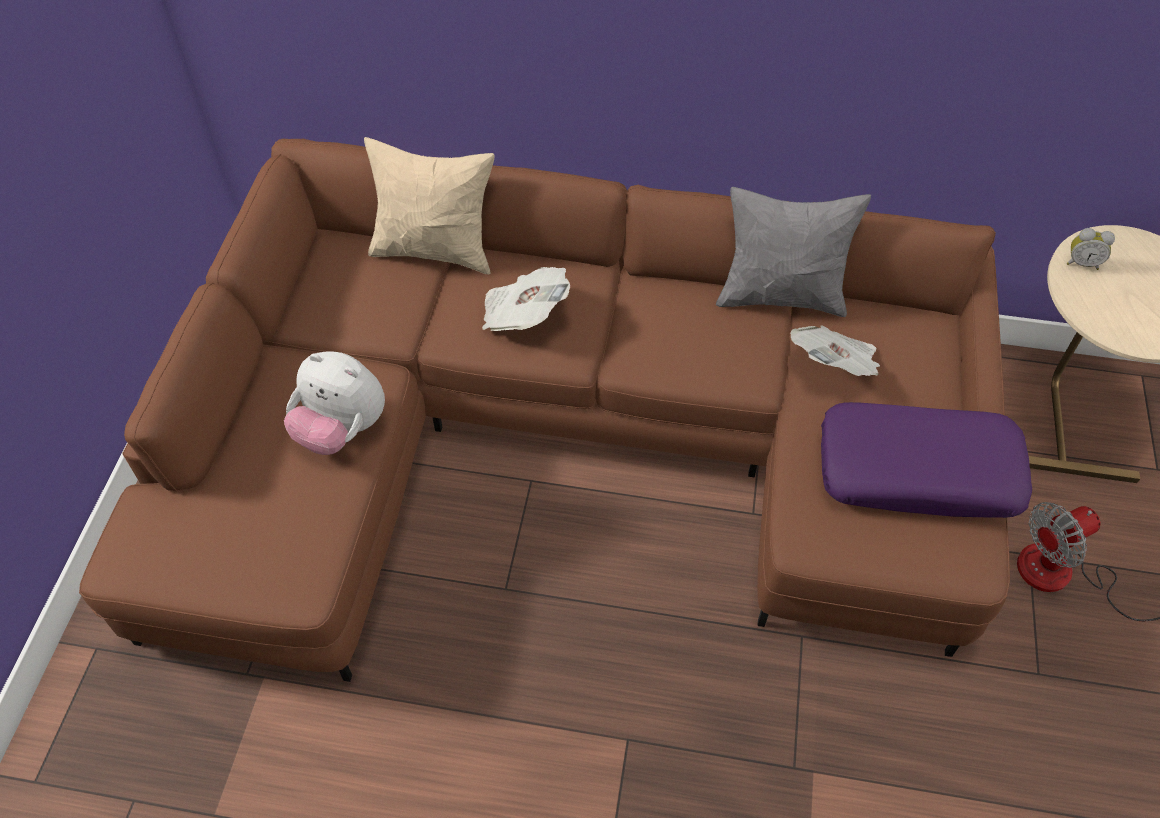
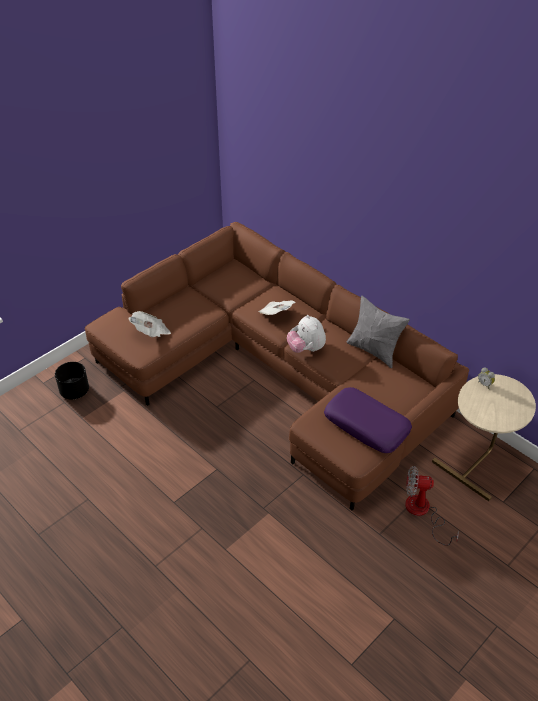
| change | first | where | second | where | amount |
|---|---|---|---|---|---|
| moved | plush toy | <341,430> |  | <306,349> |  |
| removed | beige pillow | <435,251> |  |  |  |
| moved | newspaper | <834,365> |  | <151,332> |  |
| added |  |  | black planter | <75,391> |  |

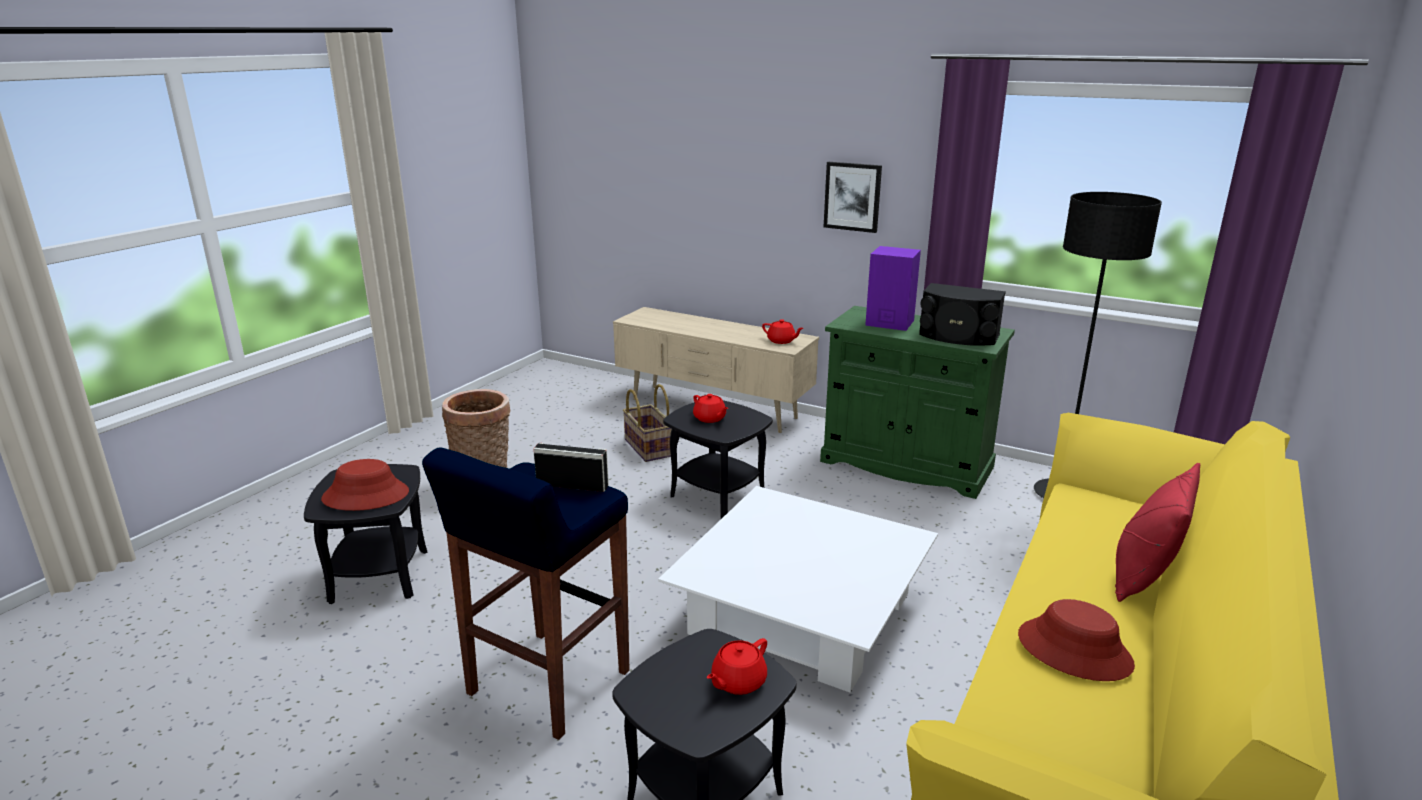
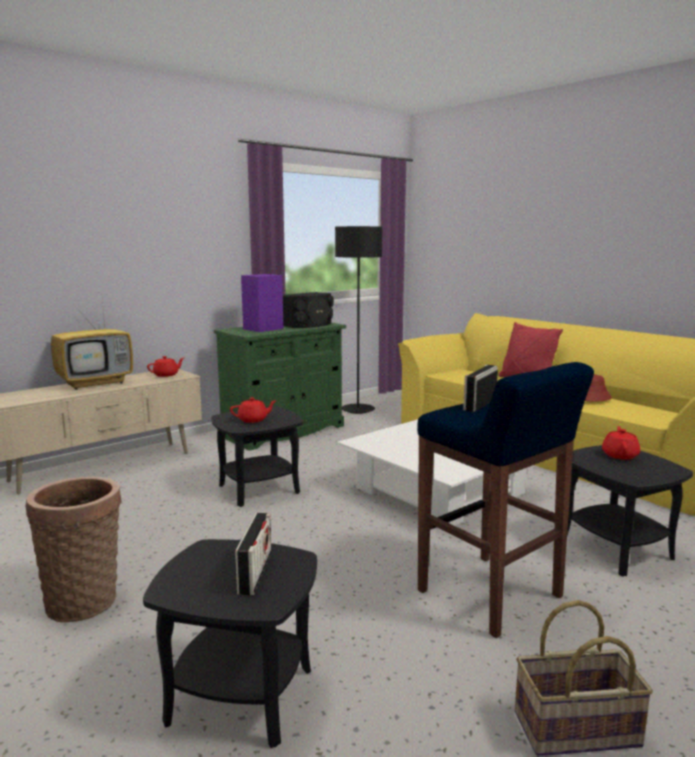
| change | first | where | second | where | amount |
|---|---|---|---|---|---|
| replaced | red hat | <366,495> | radio | <255,572> |  |
| moved | basket | <647,448> |  | <576,730> |  |
| turned | red teapot | <737,682> |  | <620,455> | 135 degrees counterclockwise |
| removed | picture | <852,196> |  |  |  |
| added |  |  | television | <96,383> |  |

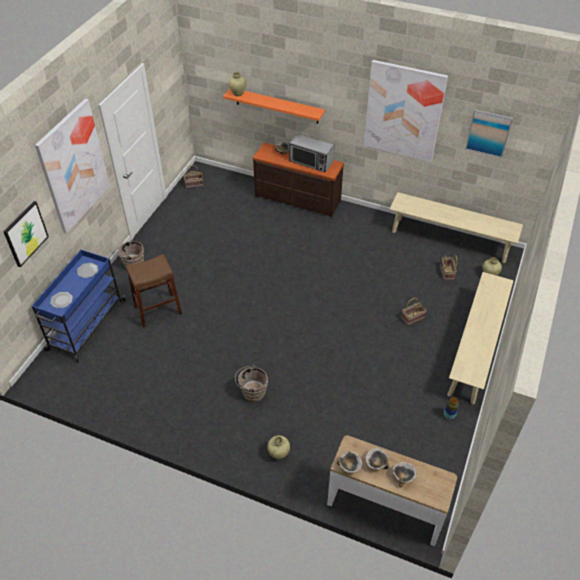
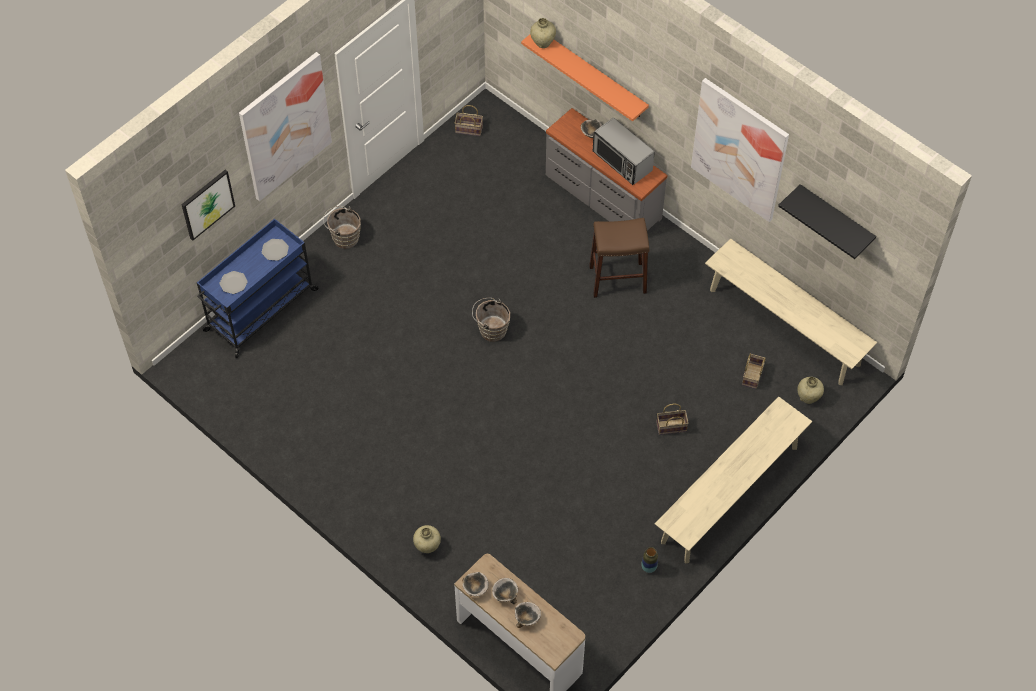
| change | first | where | second | where | amount |
|---|---|---|---|---|---|
| moved | brown stool | <157,310> |  | <617,279> |  |
| moved | brown bucket | <252,392> |  | <491,329> |  |
| recoloured | brown dresser | <297,199> | grey dresser | <602,197> |  |
| replaced | picture | <488,133> | black shelf | <835,218> |  |

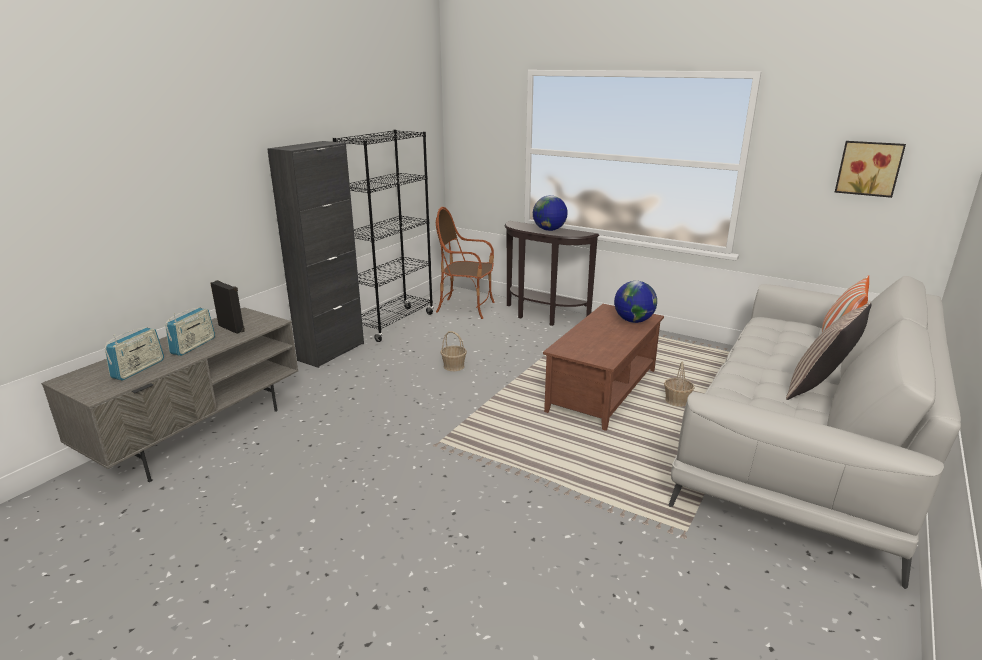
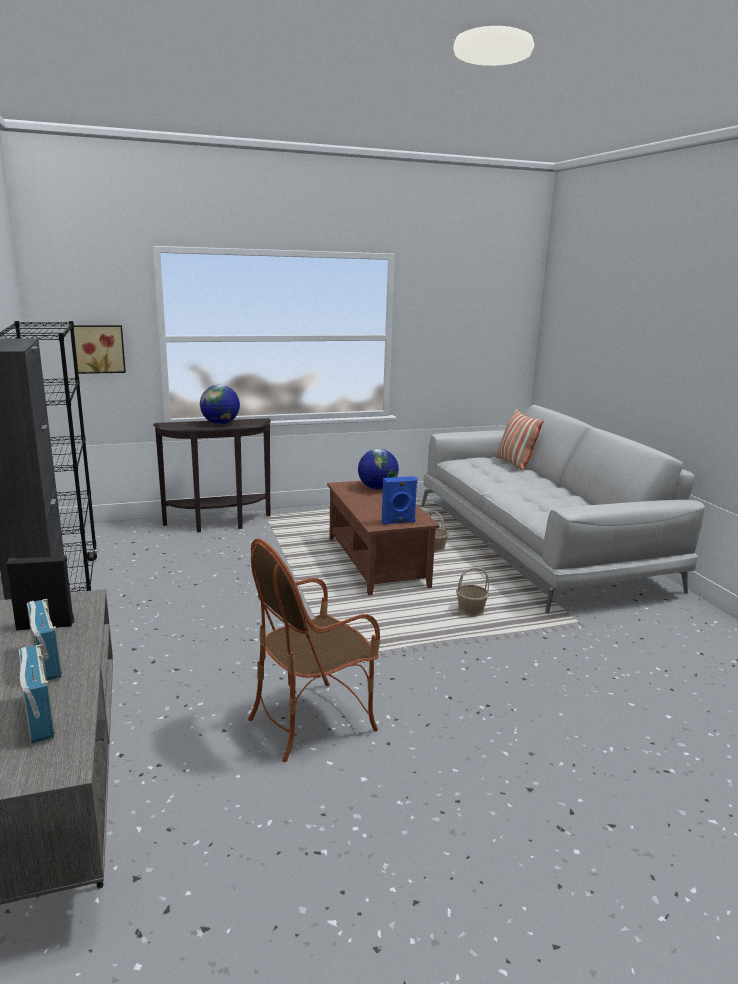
| change | first | where | second | where | amount |
|---|---|---|---|---|---|
| moved | armchair | <466,308> |  | <312,721> |  |
| moved | basket | <454,366> |  | <470,610> |  |
| removed | pillow | <819,388> |  |  |  |
| moved | picture | <869,168> |  | <99,349> |  |
| added |  |  | blue speaker | <398,522> |  |

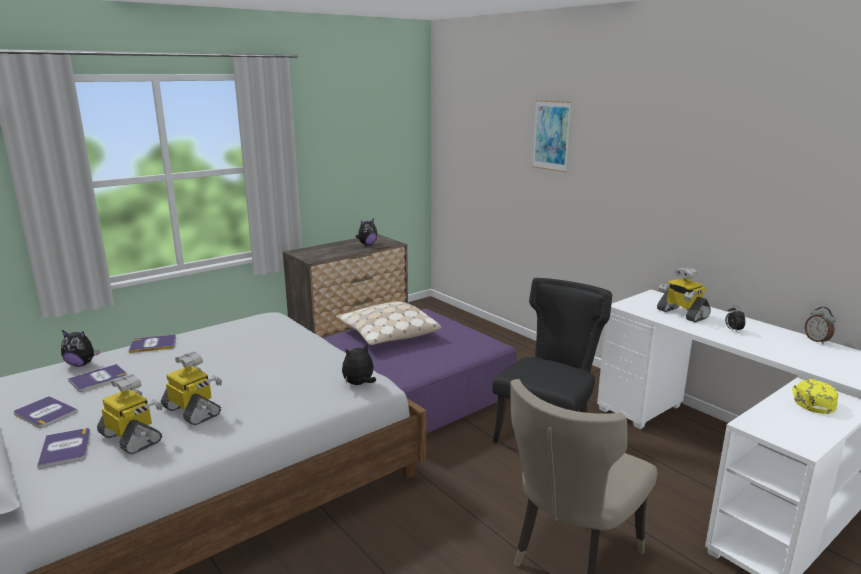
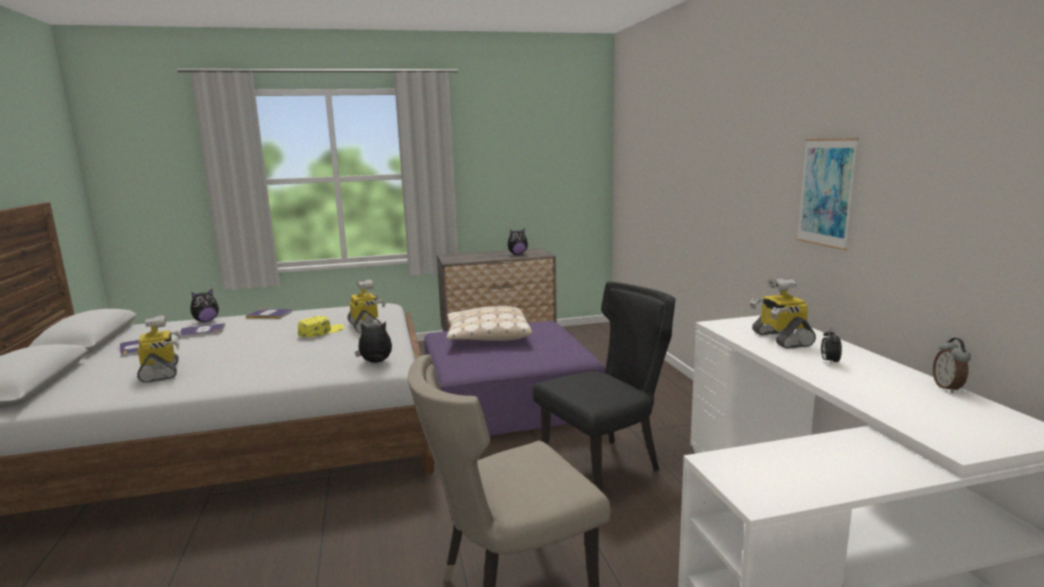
| change | first | where | second | where | amount |
|---|---|---|---|---|---|
| removed | book | <65,448> |  |  |  |
| turned | plush toy | <81,364> |  | <206,321> | 75 degrees counterclockwise |
| moved | toy robot | <193,411> |  | <366,326> |  |
| moved | picture | <551,135> |  | <826,192> |  |
| moved | yellow cap | <812,400> |  | <321,331> |  |

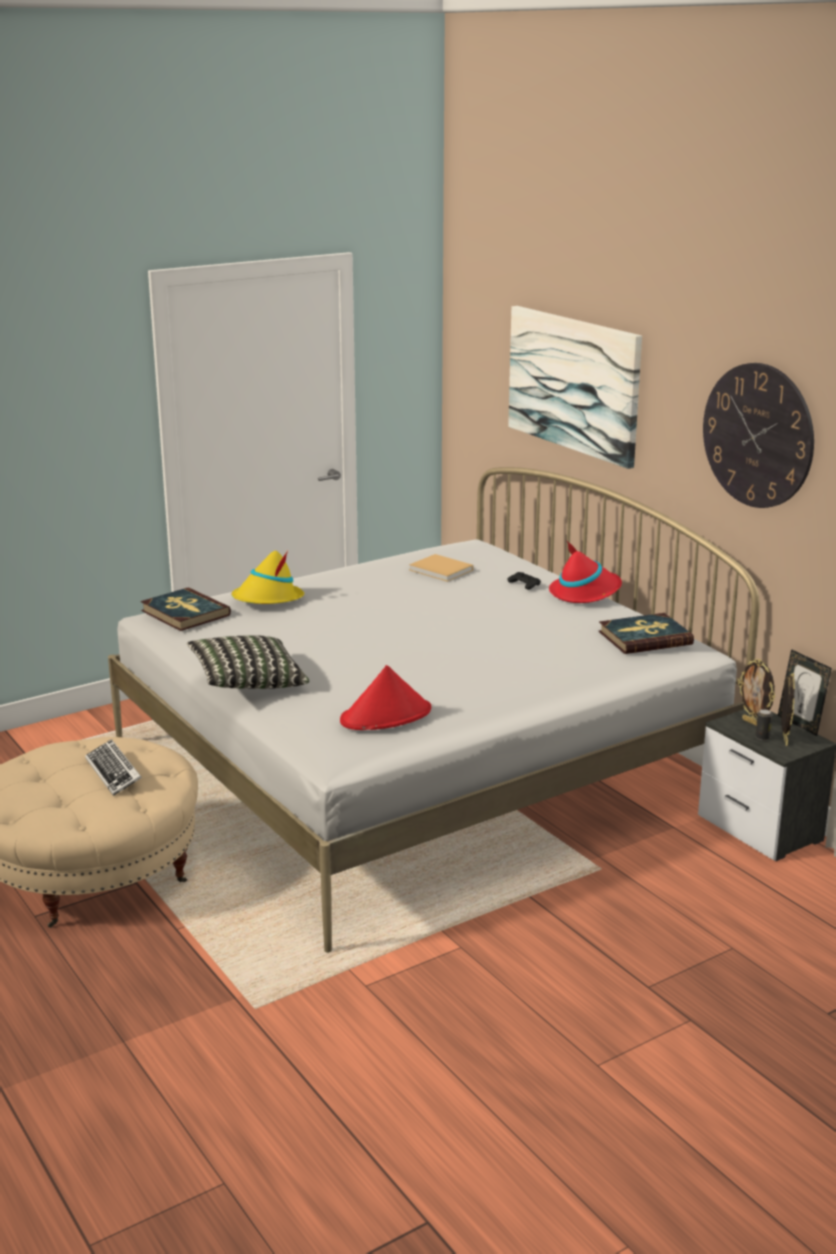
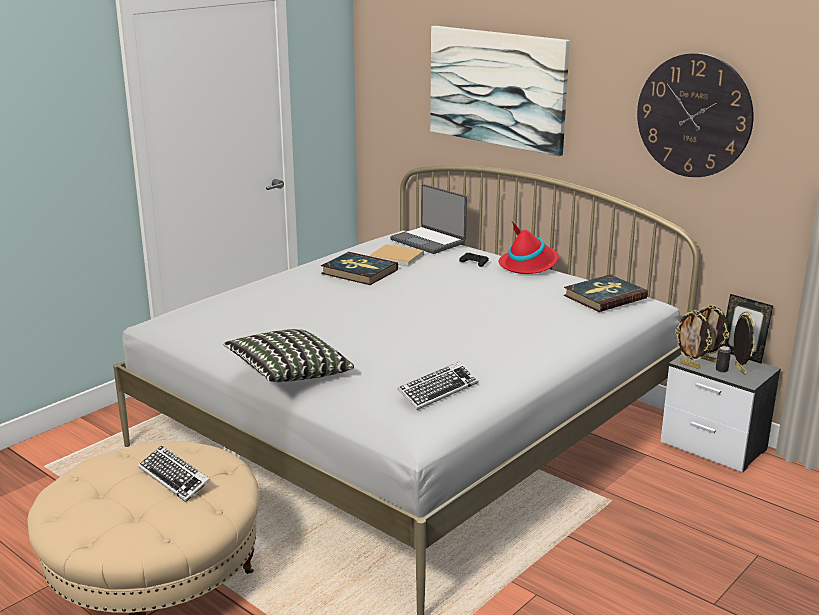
| change | first | where | second | where | amount |
|---|---|---|---|---|---|
| moved | book | <185,613> |  | <359,272> |  |
| removed | yellow hat | <267,599> |  |  |  |
| replaced | red hat | <386,716> | keyboard | <438,390> |  |
| added |  |  | laptop | <429,241> |  |
| added |  |  | picture frame | <690,365> |  |

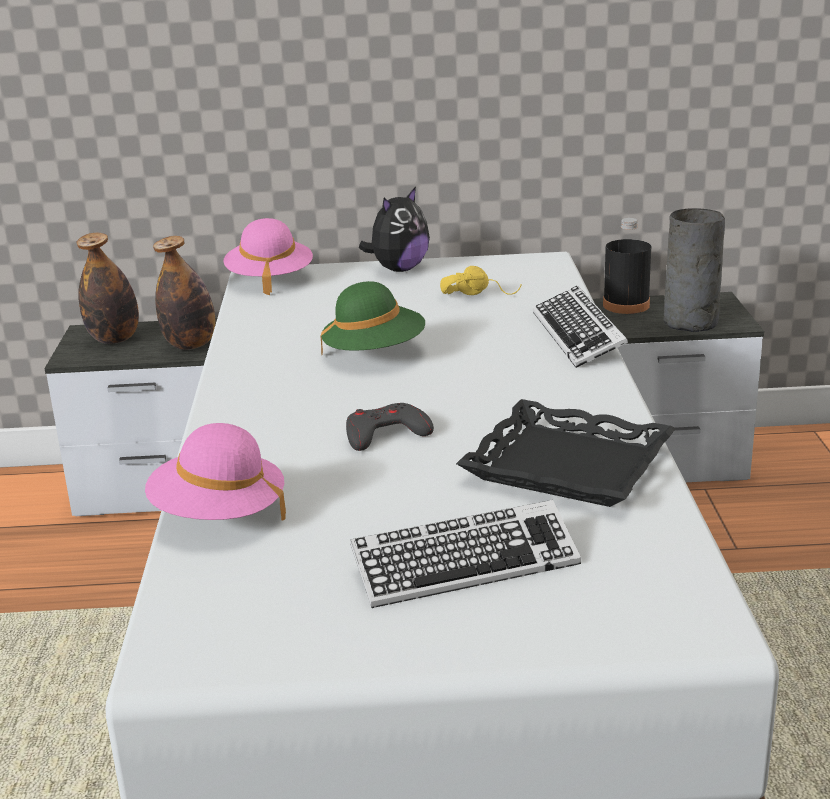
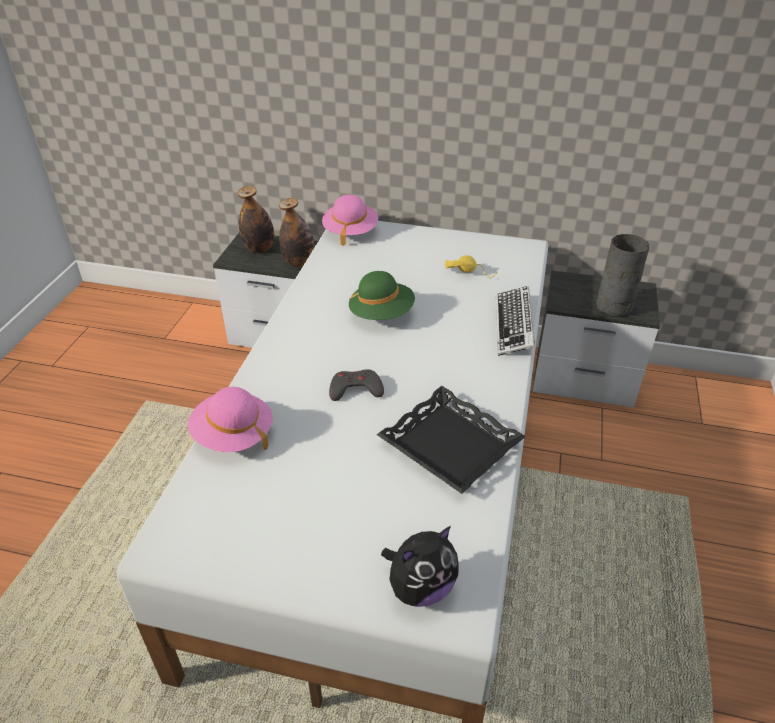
| change | first | where | second | where | amount |
|---|---|---|---|---|---|
| removed | keyboard | <465,565> |  |  |  |
| moved | plush toy | <398,269> |  | <420,588> |  |
| removed | black bottle | <626,305> |  |  |  |

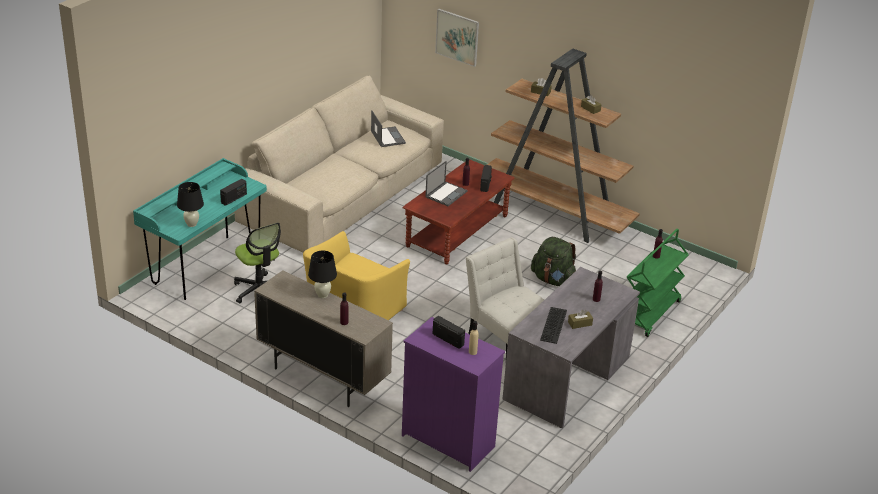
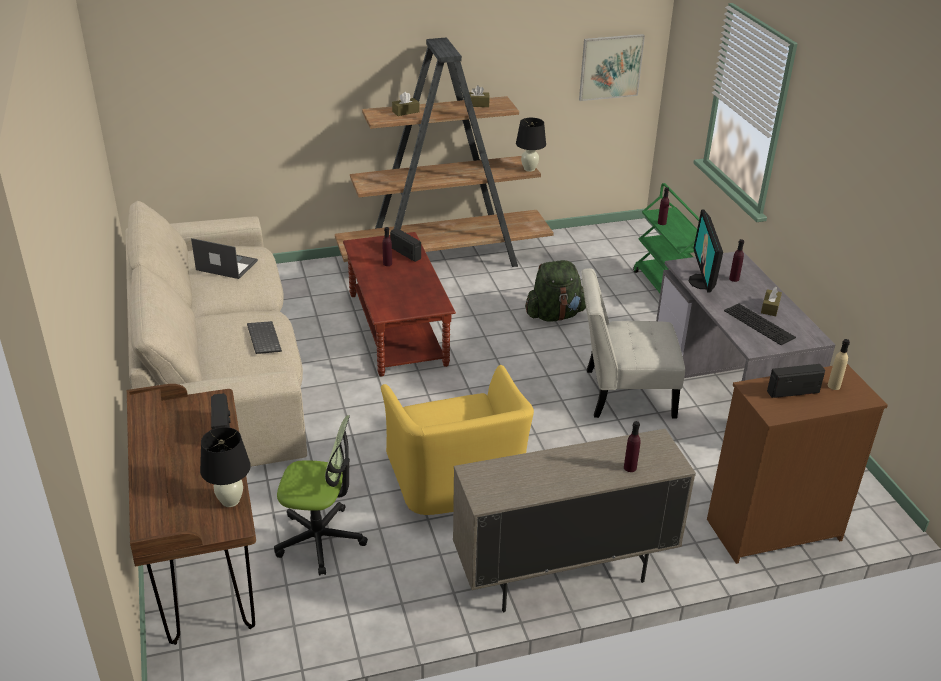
| change | first | where | second | where | amount |
|---|---|---|---|---|---|
| recoloured | turquoise desk | <206,267> | brown desk | <204,566> |  |
| moved | black table lamp | <322,295> |  | <529,169> |  |
| recoloured | purple dresser | <447,440> | brown dresser | <772,529> |  |
| removed | laptop | <446,194> |  |  |  |
| moved | picture | <457,37> |  | <610,67> |  |
| added |  |  | keyboard | <263,338> |  |
| added |  |  | monitor | <702,282> |  |

